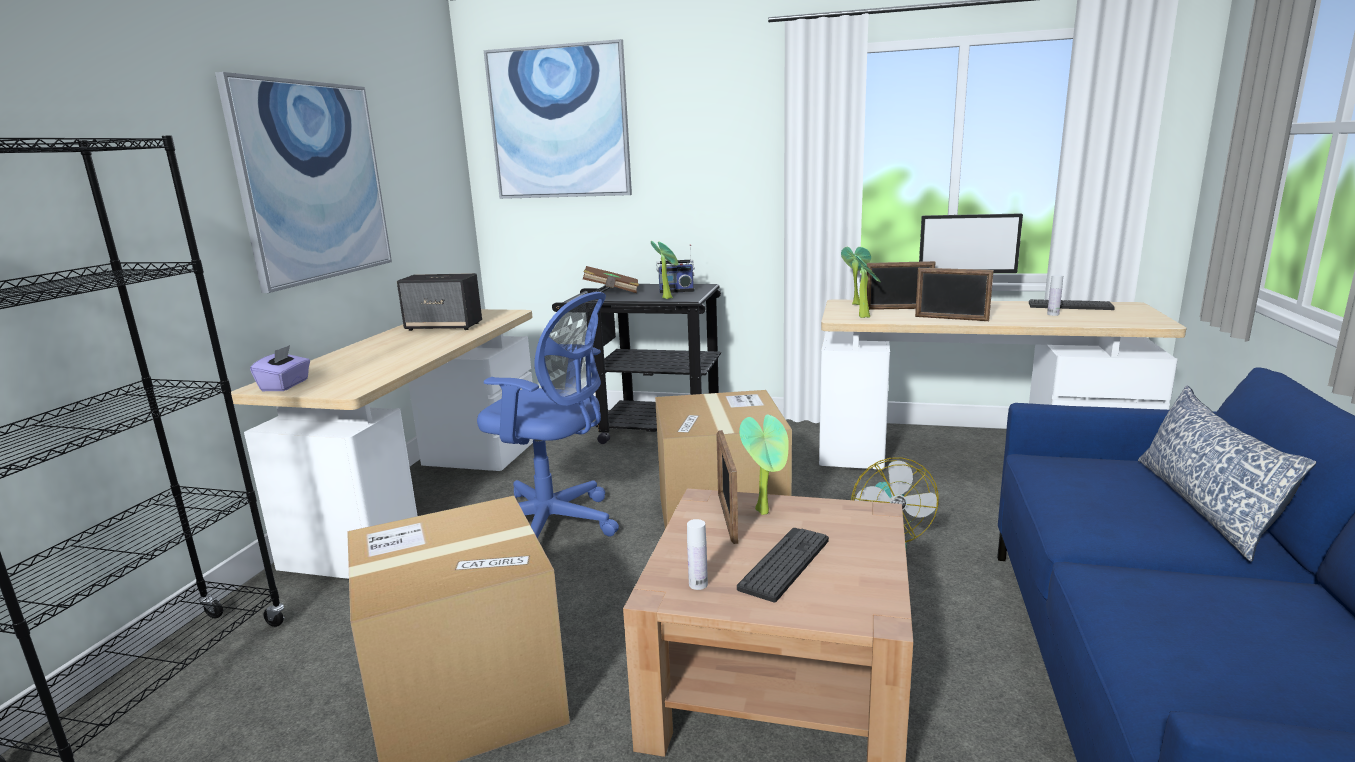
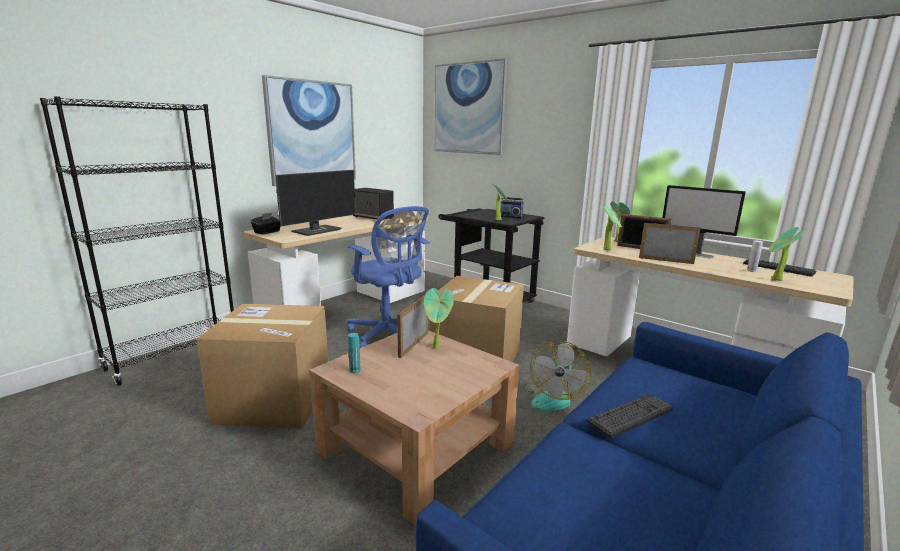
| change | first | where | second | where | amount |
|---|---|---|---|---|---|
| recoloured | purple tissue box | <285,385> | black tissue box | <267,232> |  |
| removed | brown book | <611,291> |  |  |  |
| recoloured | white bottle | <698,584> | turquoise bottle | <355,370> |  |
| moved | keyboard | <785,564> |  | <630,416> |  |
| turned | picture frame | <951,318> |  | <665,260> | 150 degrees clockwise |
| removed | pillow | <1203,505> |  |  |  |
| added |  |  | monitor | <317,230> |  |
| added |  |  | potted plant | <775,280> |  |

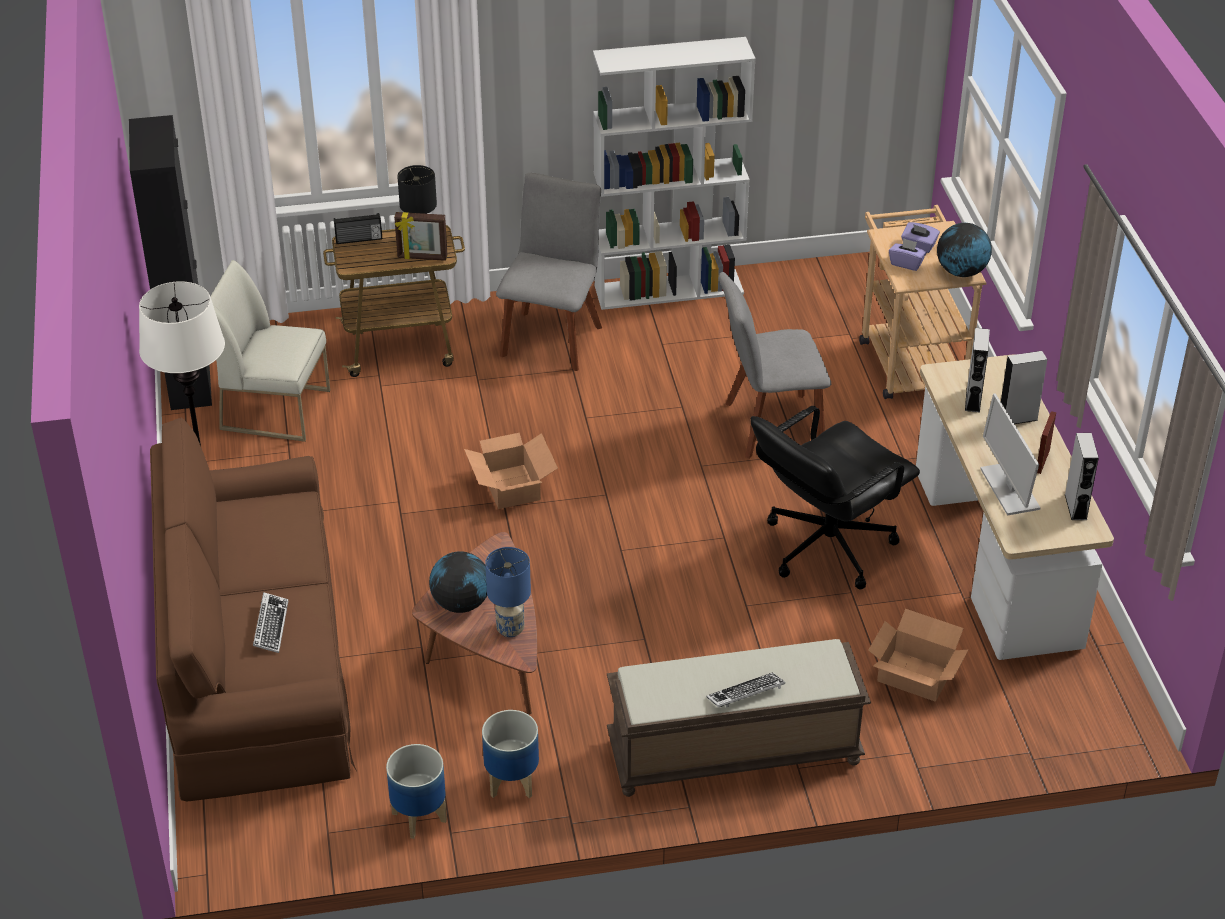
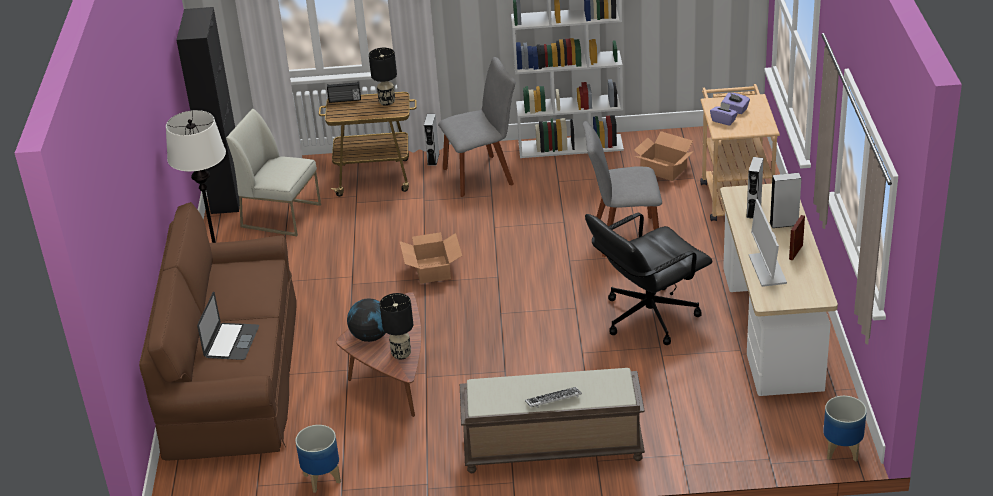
| change | first | where | second | where | amount |
|---|---|---|---|---|---|
| replaced | keyboard | <270,626> | laptop | <231,342> |  |
| removed | picture frame | <422,258> |  |  |  |
| moved | planter | <512,783> |  | <842,451> |  |
| recoloured | blue table lamp | <510,629> | black table lamp | <401,354> |  |
| turned | grey chair | <552,337> |  | <481,175> | 45 degrees clockwise |
| moved | cardboard box | <914,675> |  | <663,169> |  |
| removed | globe | <961,272> |  |  |  |
| moved | grey speaker | <1075,507> |  | <433,159> |  |

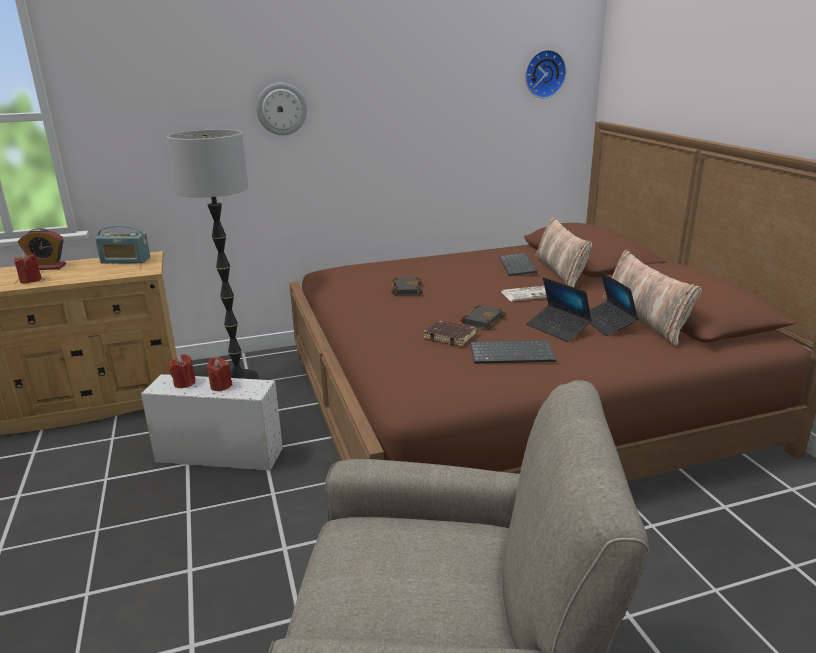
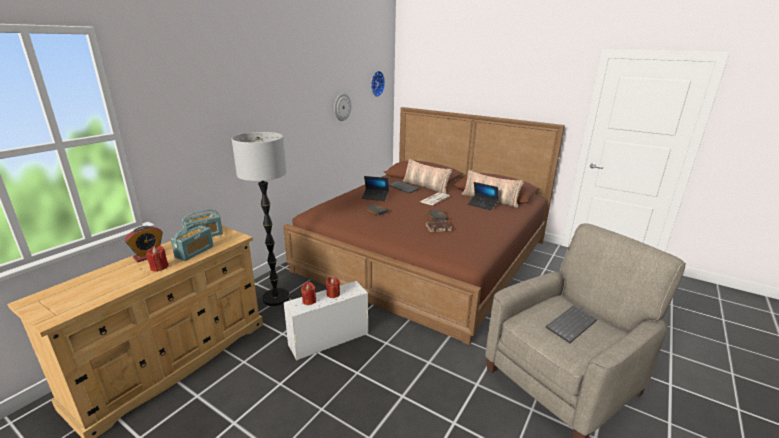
| change | first | where | second | where | amount |
|---|---|---|---|---|---|
| moved | wall clock | <281,109> |  | <342,107> |  |
| moved | keyboard | <512,353> |  | <570,324> |  |
| moved | laptop | <558,328> |  | <375,197> |  |
| added |  |  | radio | <194,252> |  |

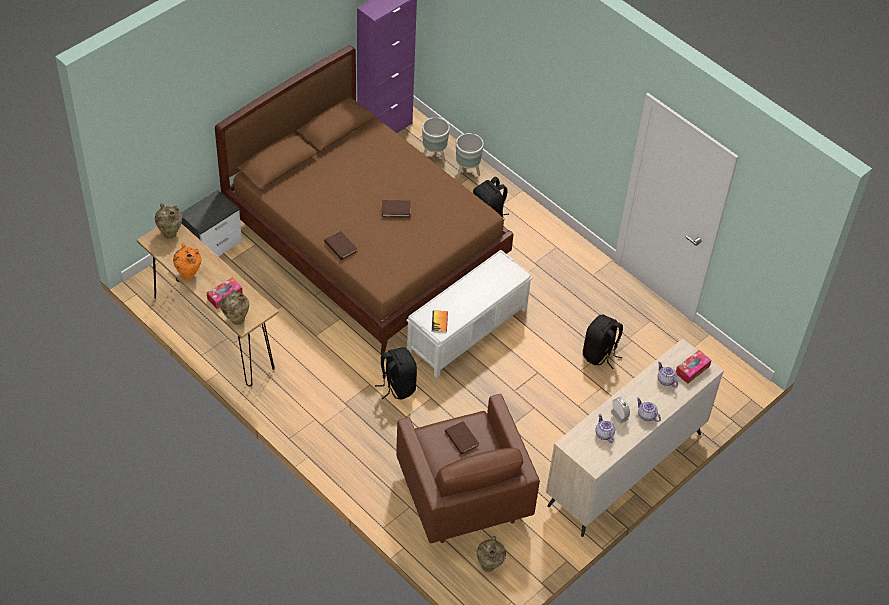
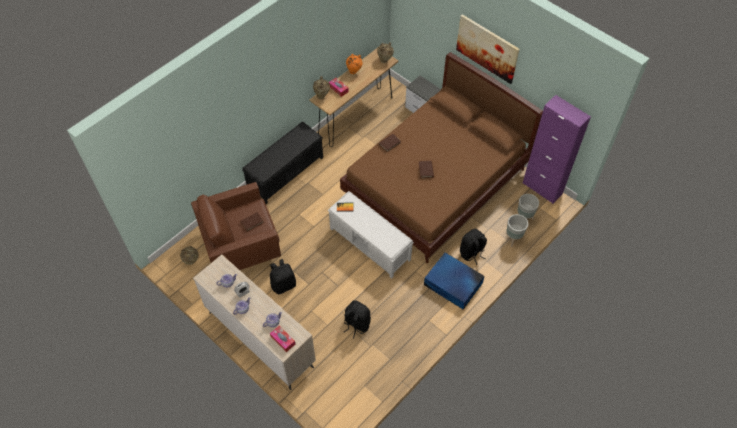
| change | first | where | second | where | amount |
|---|---|---|---|---|---|
| moved | black backpack | <397,386> |  | <283,284> |  |
| added |  |  | black bench | <286,172> |  |
| added |  |  | blue storage box | <453,284> |  |
| added |  |  | picture | <487,48> |  |

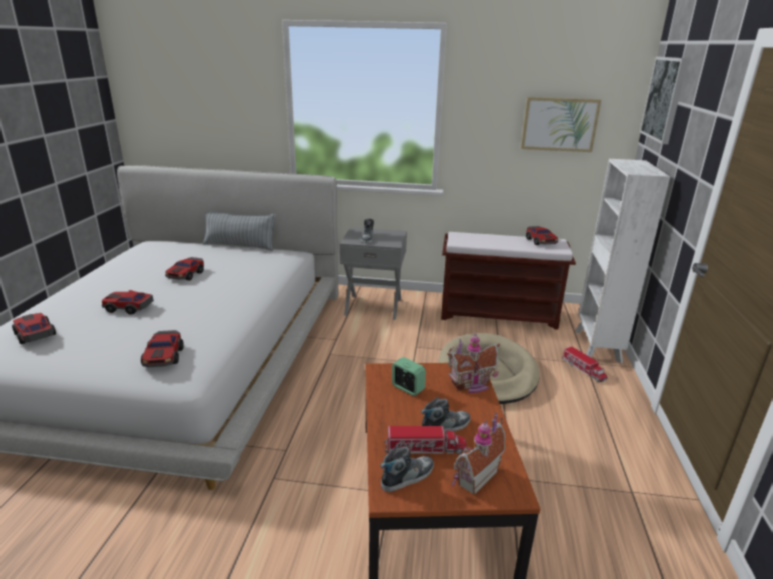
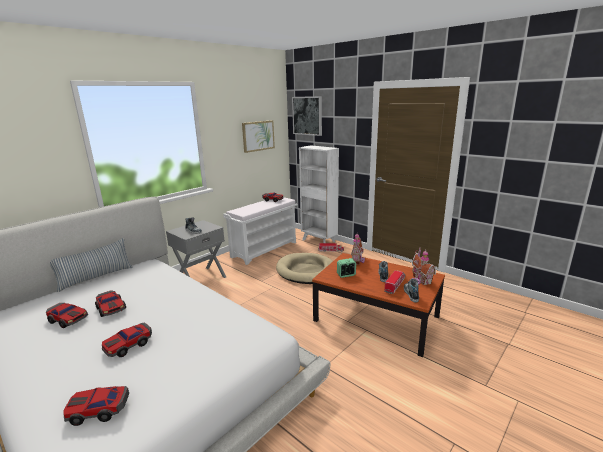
| change | first | where | second | where | amount |
|---|---|---|---|---|---|
| moved | toy car | <164,356> |  | <68,319> |  |
| recoloured | brown bench | <499,314> | white bench | <264,249> |  |

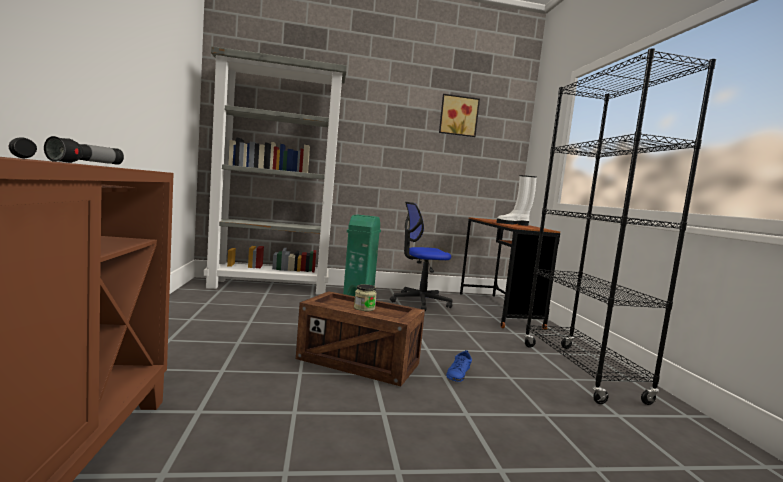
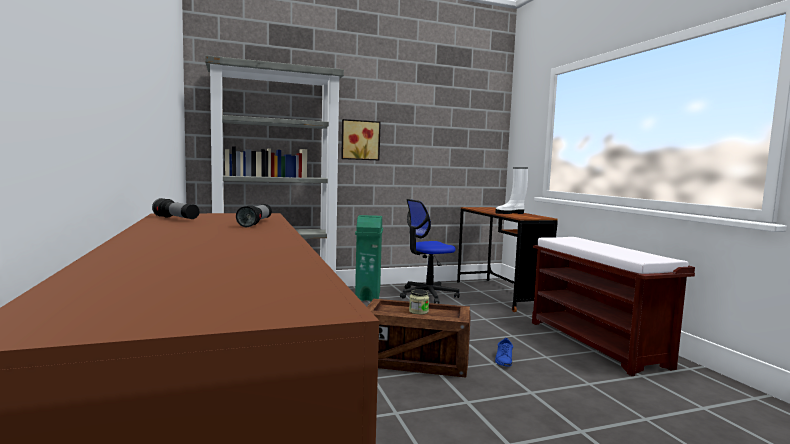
| change | first | where | second | where | amount |
|---|---|---|---|---|---|
| moved | picture | <458,116> |  | <360,140> |  |
| replaced | black bookcase | <580,372> | brown bench | <597,343> |  |

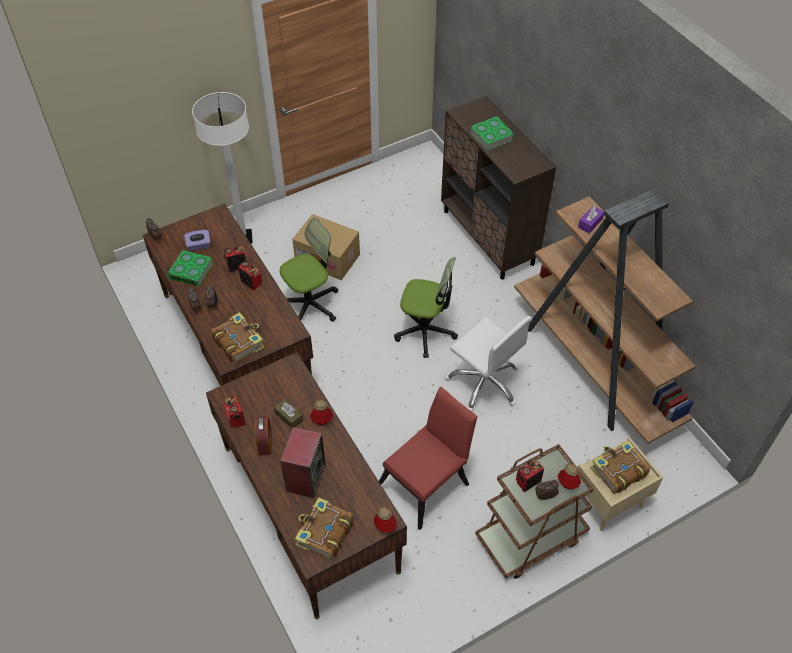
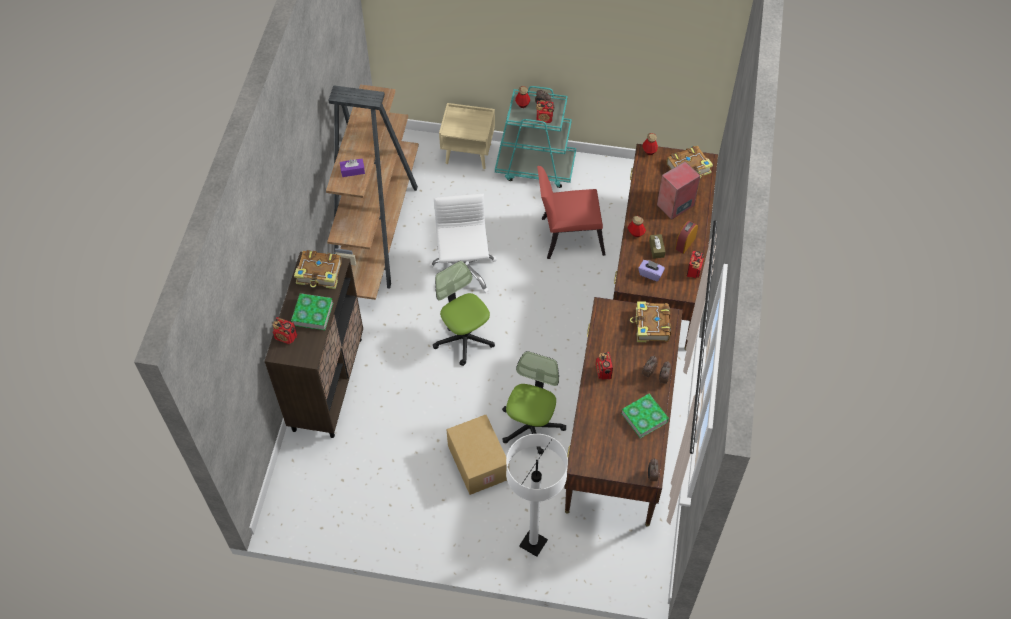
| change | first | where | second | where | amount |
|---|---|---|---|---|---|
| moved | purple tissue box | <199,246> |  | <650,274> |  |
| moved | radio | <236,266> |  | <286,337> |  |
| turned | office chair | <310,304> |  | <531,426> | 105 degrees clockwise |
| recoloured | brown cart | <530,537> | turquoise cart | <535,167> |  |
| moved | book | <617,471> |  | <320,274> |  |

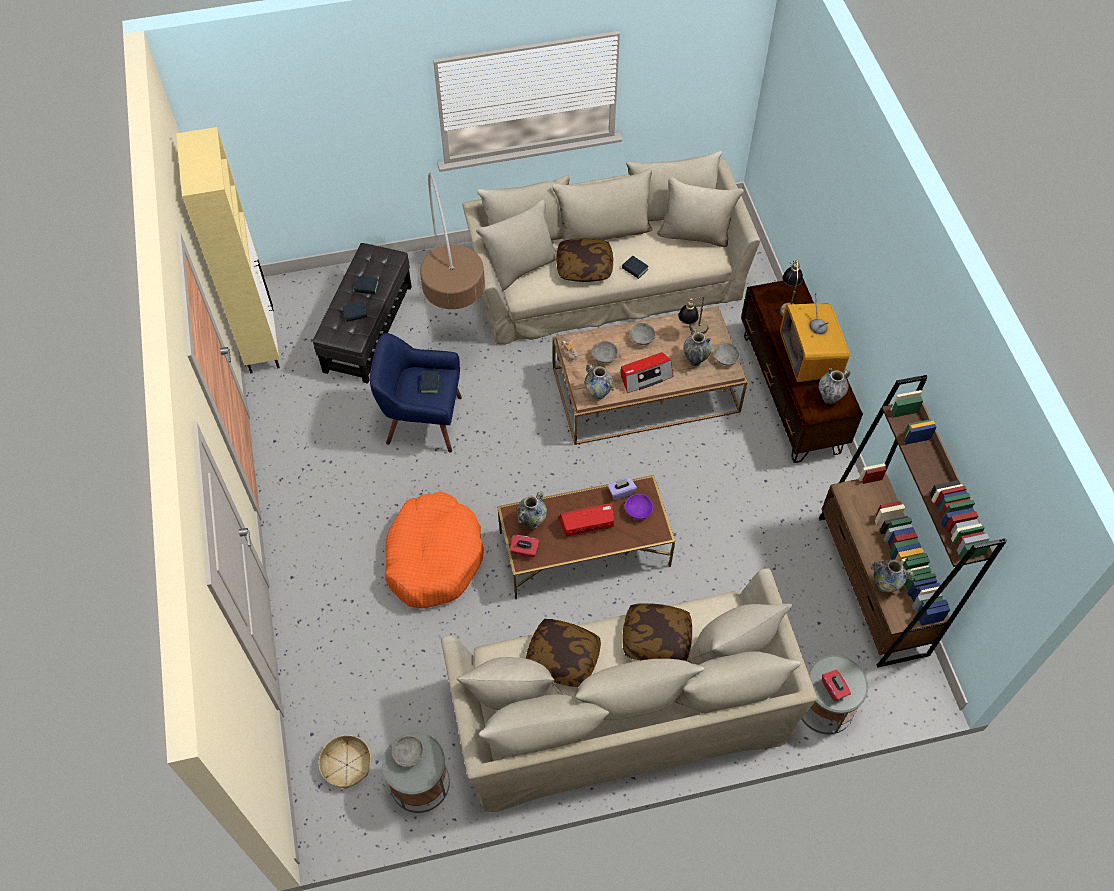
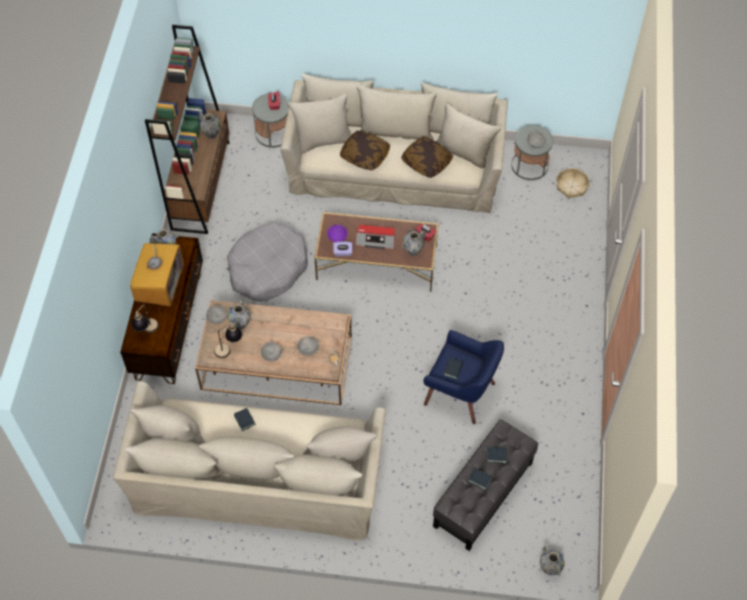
| change | first | where | second | where | amount |
|---|---|---|---|---|---|
| removed | beige cabinet | <261,342> |  |  |  |
| removed | orange dog bed | <433,557> |  |  |  |
| removed | floor lamp | <454,328> |  |  |  |
| removed | pillow | <584,267> |  |  |  |
| moved | vase | <598,394> |  | <549,569> |  |
| removed | radio | <645,376> |  |  |  |
| added |  |  | grey dog bed | <267,268> |  |

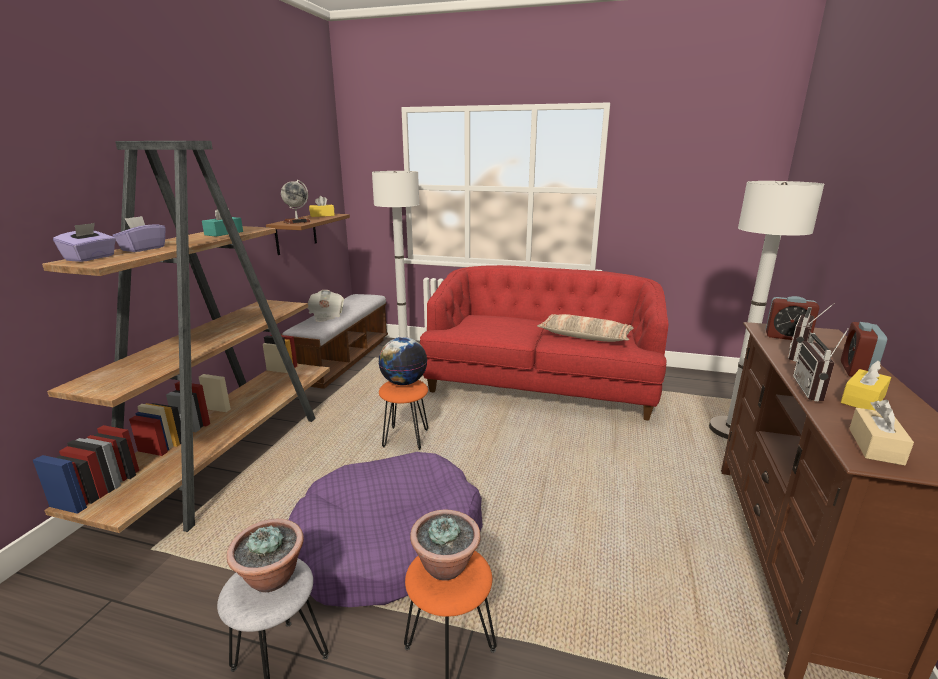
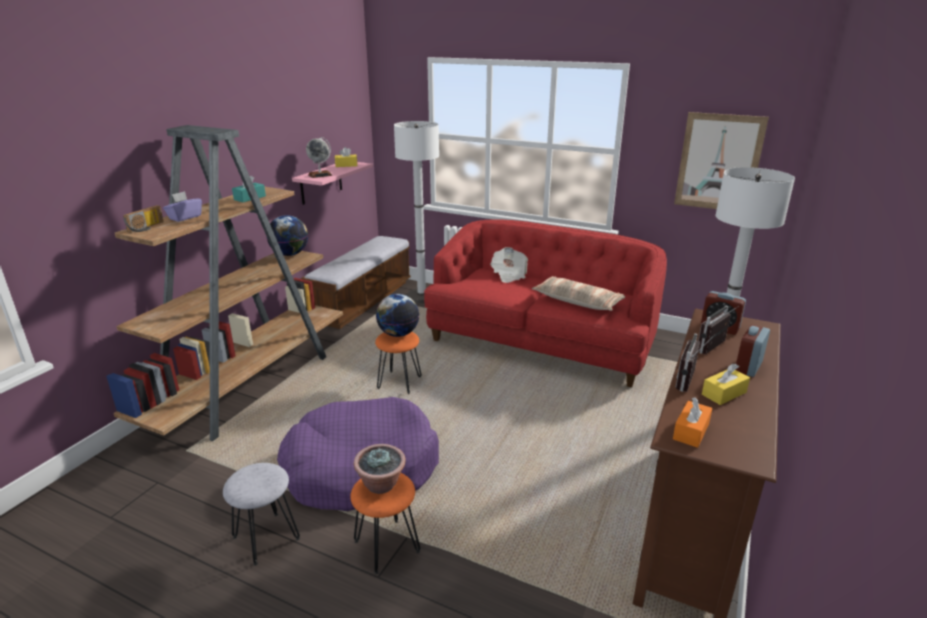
| change | first | where | second | where | amount |
|---|---|---|---|---|---|
| replaced | purple tissue box | <90,258> | radio | <147,228> |  |
| removed | potted plant | <272,578> |  |  |  |
| recoloured | brown shelf | <296,233> | pink shelf | <321,182> |  |
| moved | newspaper | <326,315> |  | <508,275> |  |
| recoloured | beige tissue box | <875,446> | orange tissue box | <691,431> |  |
| added |  |  | globe | <290,254> |  |
| added |  |  | picture | <718,162> |  |

